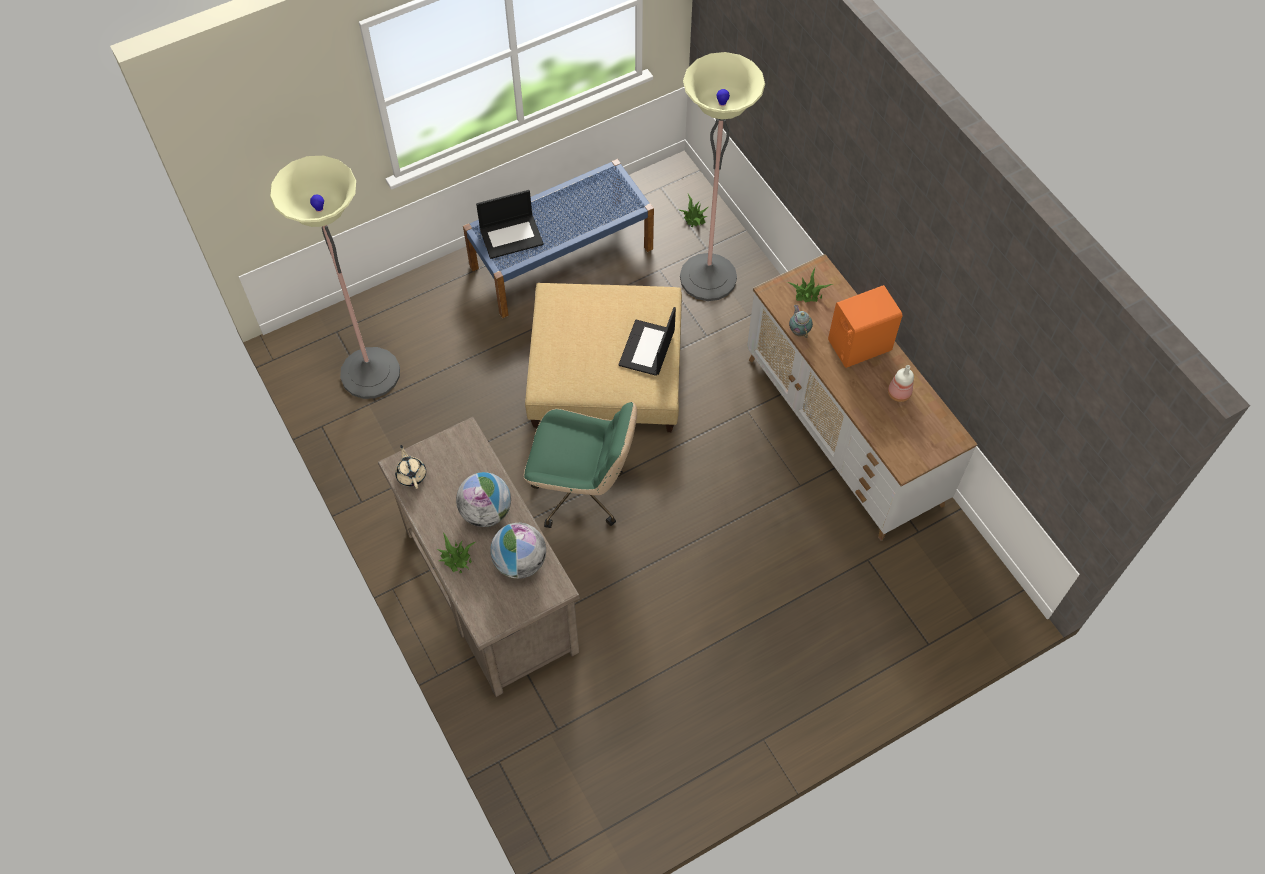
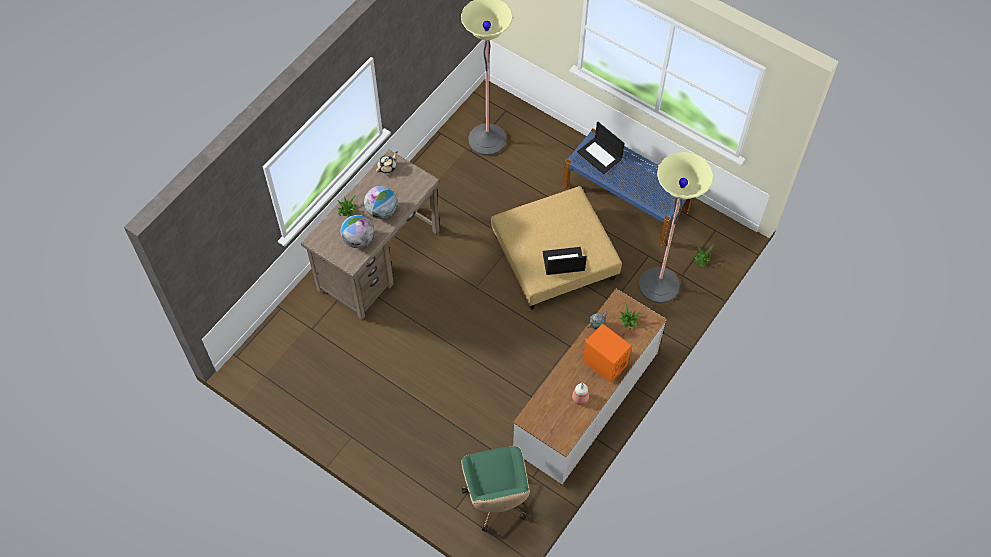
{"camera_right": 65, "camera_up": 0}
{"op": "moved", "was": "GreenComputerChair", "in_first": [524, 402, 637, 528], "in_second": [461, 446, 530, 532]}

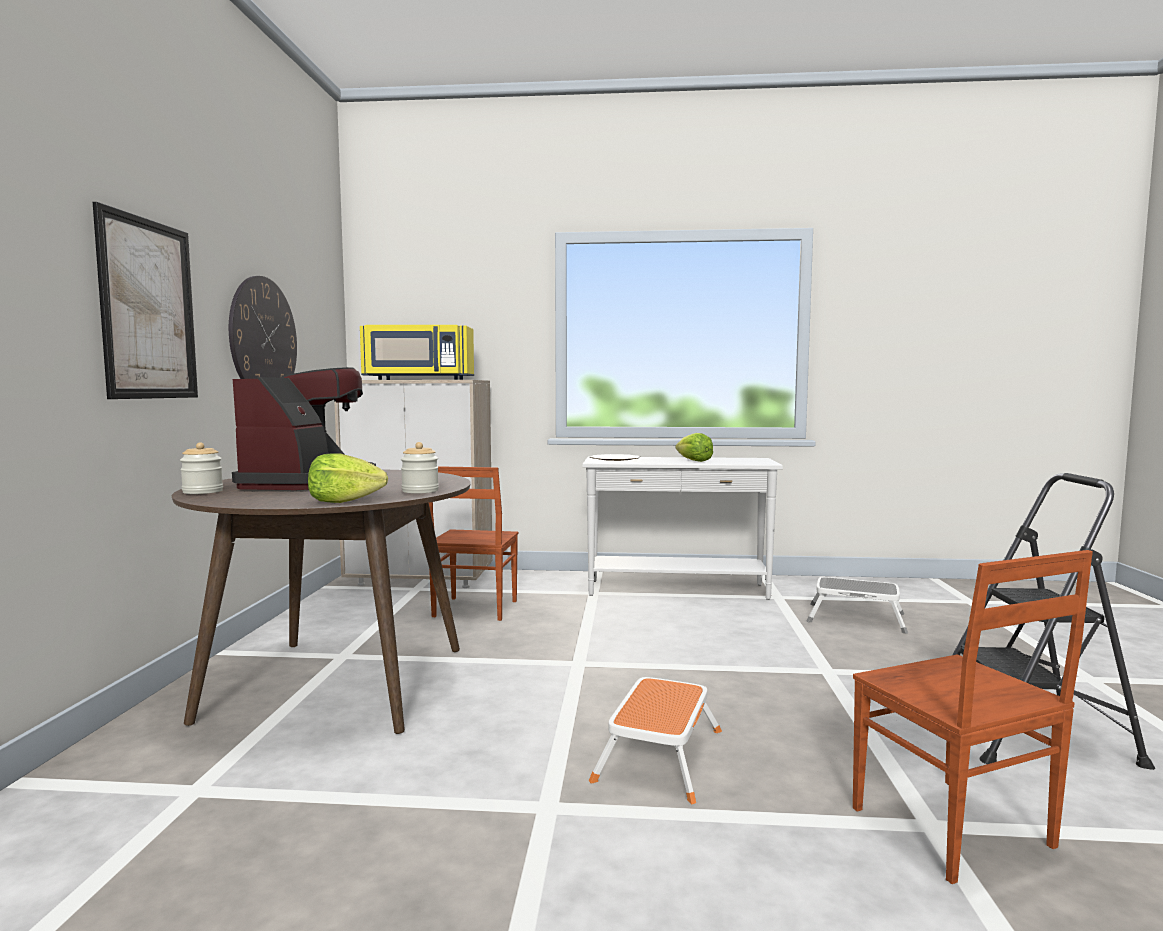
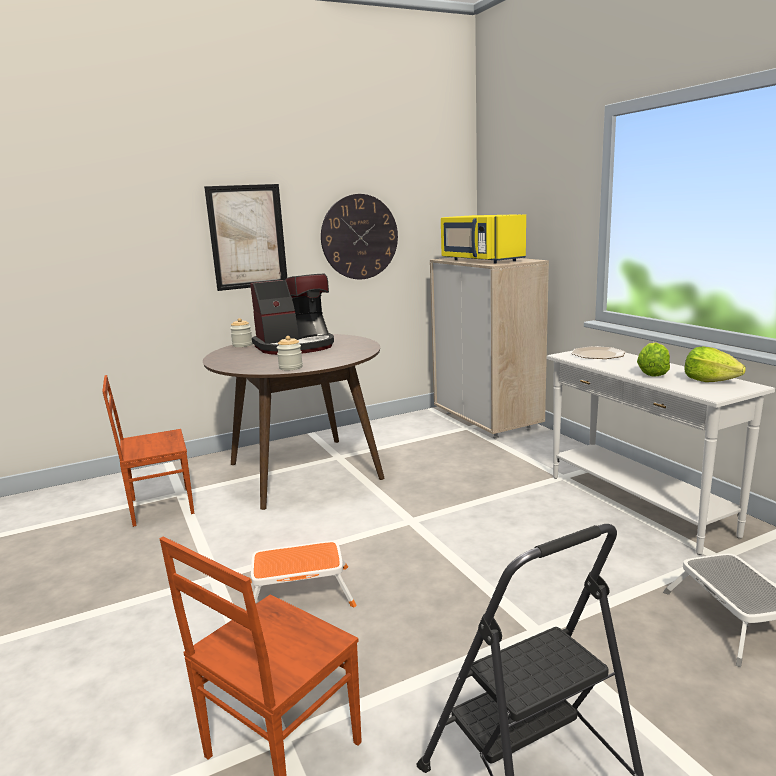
{"camera_right": 60, "camera_up": 10}
{"op": "moved", "was": "Lettuce", "in_first": [308, 453, 388, 503], "in_second": [684, 347, 746, 382]}
{"op": "moved", "was": "BrownishUprightChair", "in_first": [429, 466, 518, 621], "in_second": [102, 375, 194, 527]}

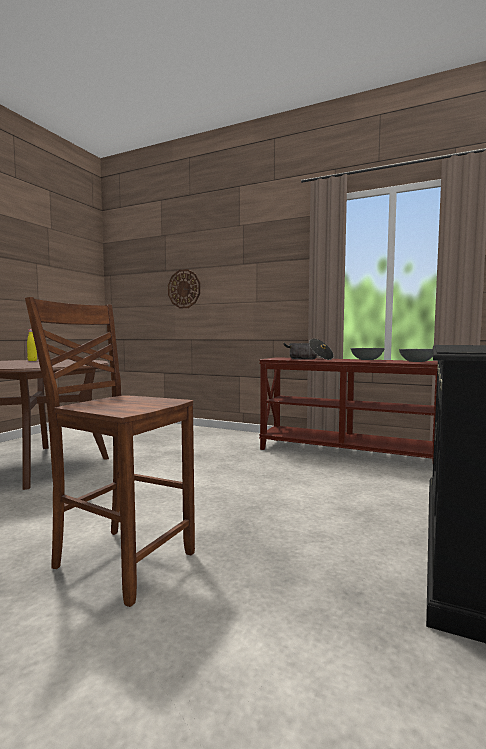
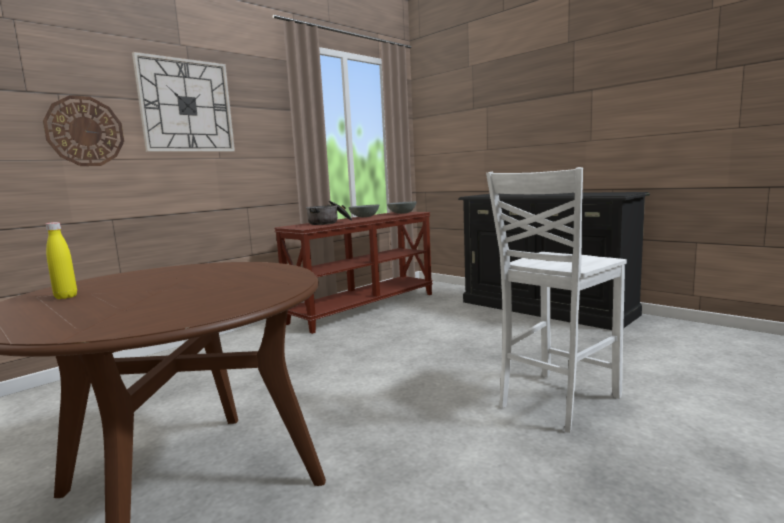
{"camera_right": -70, "camera_up": 5}
{"op": "recoloured", "was": "BrownishUprightChair", "now": "WhiteColouredUprightChair", "in_first": [25, 297, 195, 607], "in_second": [486, 167, 627, 433]}
{"op": "added", "now": "ClockOnTheWall", "in_second": [132, 52, 235, 152]}

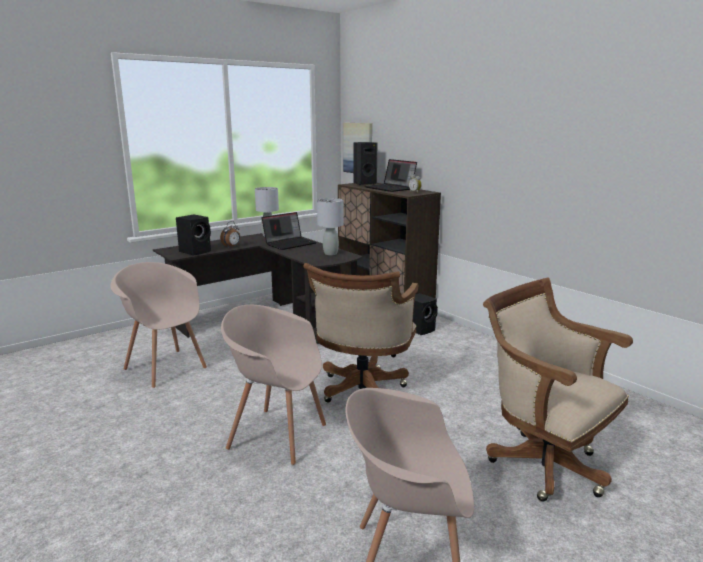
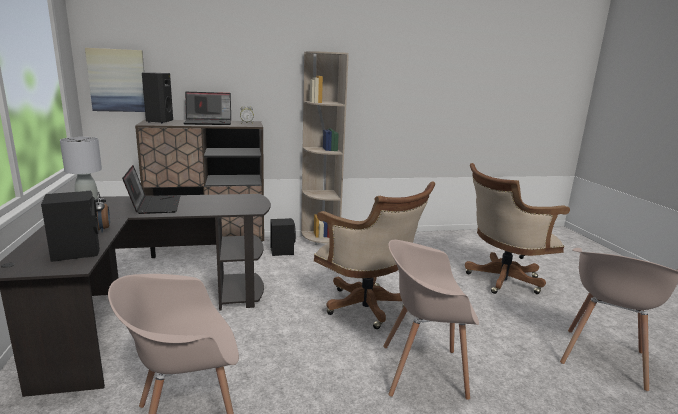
{"camera_right": -65, "camera_up": 0}
{"op": "removed", "was": "GrayTableLamp", "in_first": [317, 198, 344, 255]}
{"op": "turned", "was": "BeigeUprightChair", "in_first": [221, 305, 326, 465], "in_second": [383, 240, 479, 400], "clockwise": 45}
{"op": "added", "now": "BeigeBookcase", "in_second": [301, 51, 349, 245]}

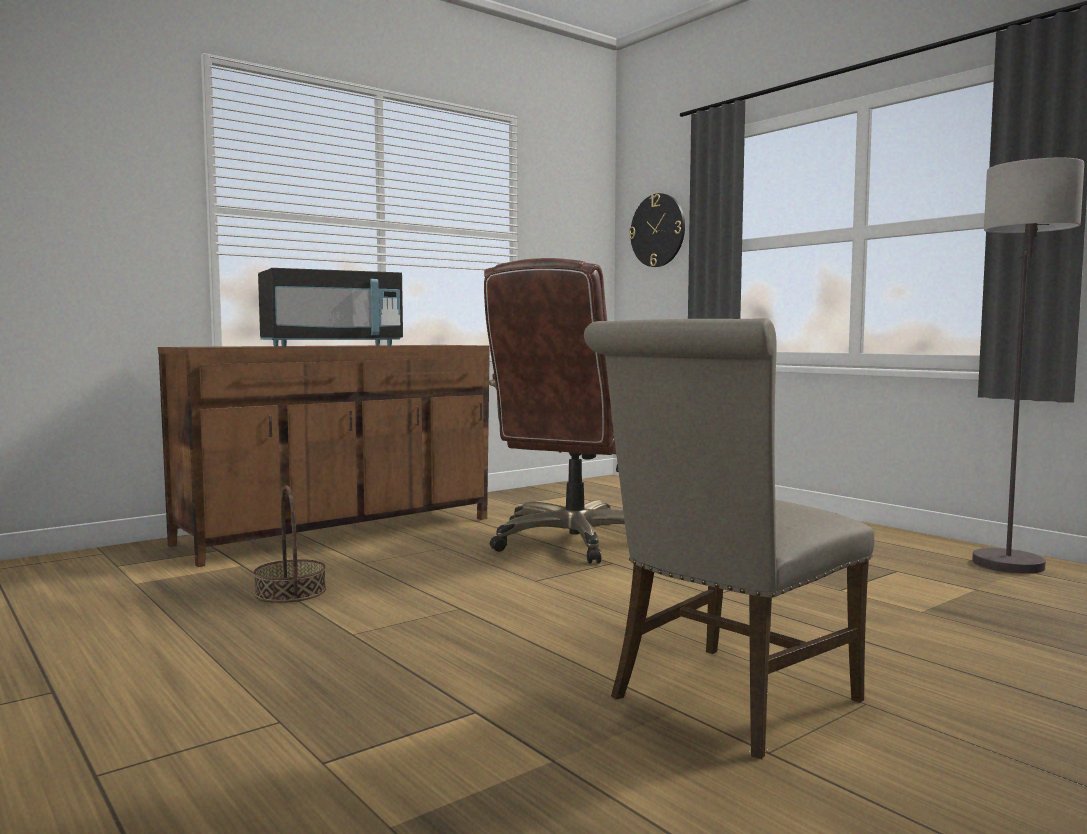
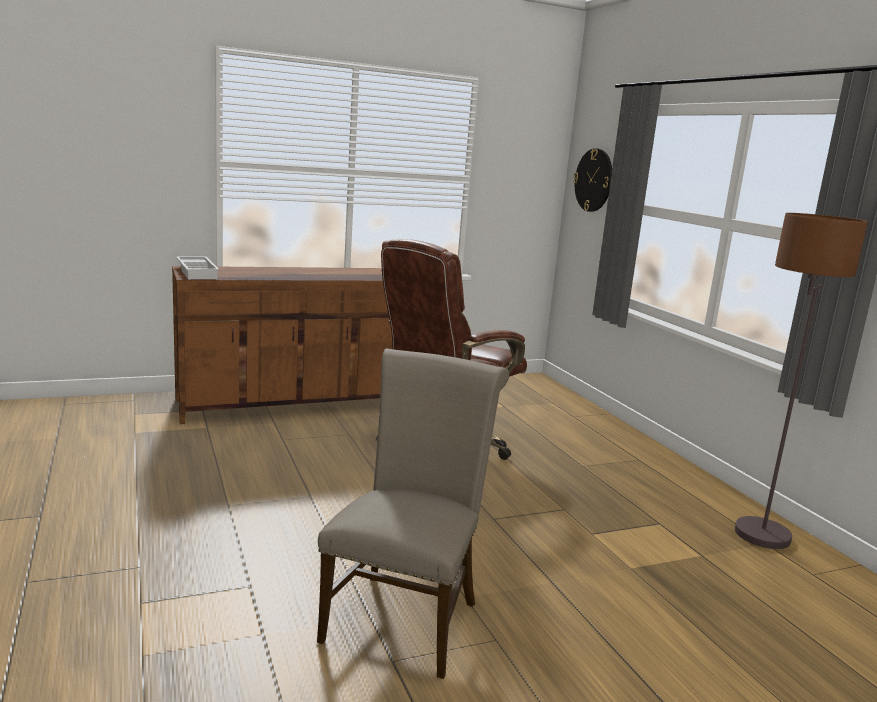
{"camera_right": 15, "camera_up": 10}
{"op": "recoloured", "was": "GrayStandardLamp", "now": "BrownishStandardLamp", "in_first": [972, 158, 1084, 574], "in_second": [735, 213, 868, 549]}
{"op": "removed", "was": "BlackishMicrowave", "in_first": [258, 268, 403, 346]}
{"op": "turned", "was": "BeigeUprightChair", "in_first": [584, 318, 875, 759], "in_second": [317, 349, 509, 679], "clockwise": 135}
{"op": "removed", "was": "Basket", "in_first": [254, 486, 326, 603]}
{"op": "added", "now": "WhiteColouredTray", "in_second": [176, 256, 219, 279]}

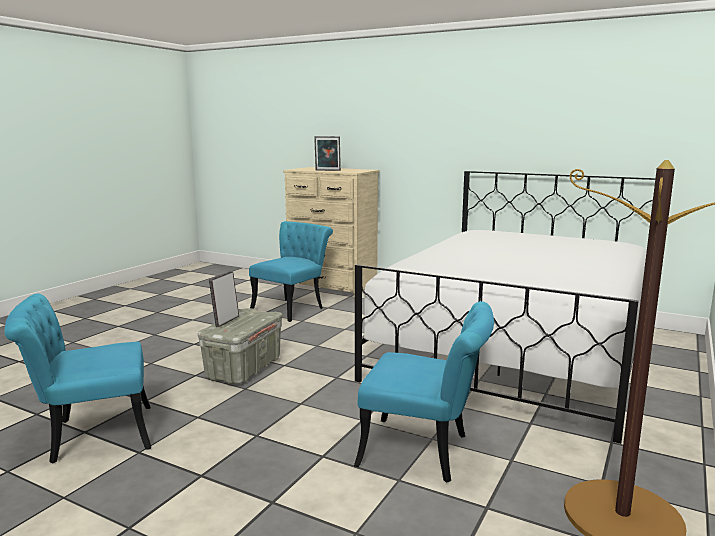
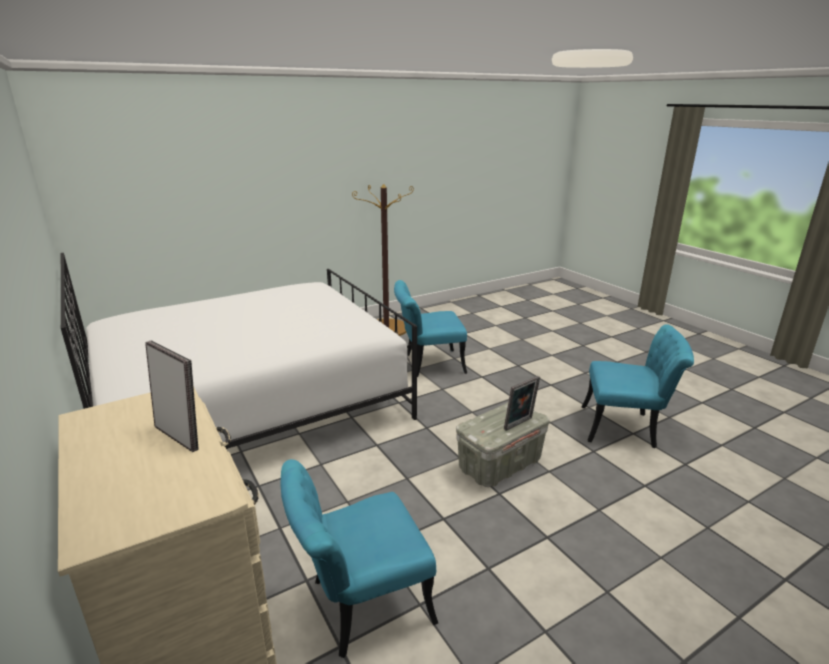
{"camera_right": -150, "camera_up": 10}
{"op": "turned", "was": "TurquoiseColouredUprightChair", "in_first": [354, 301, 494, 482], "in_second": [394, 280, 467, 377], "clockwise": -60}

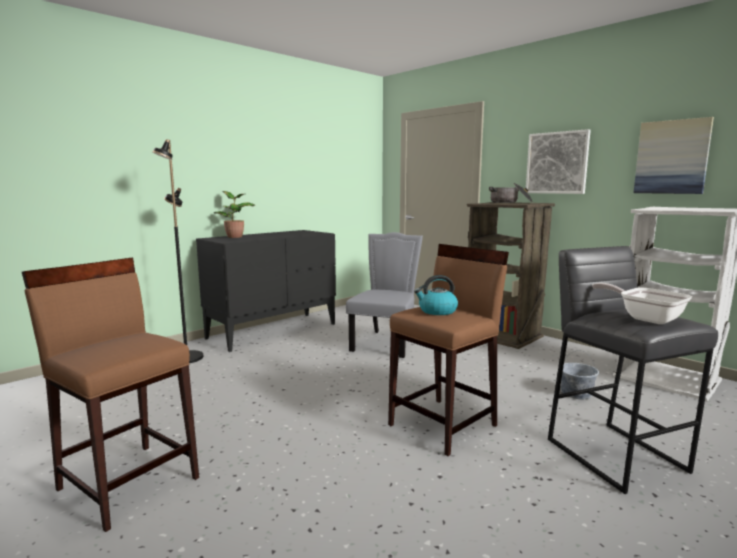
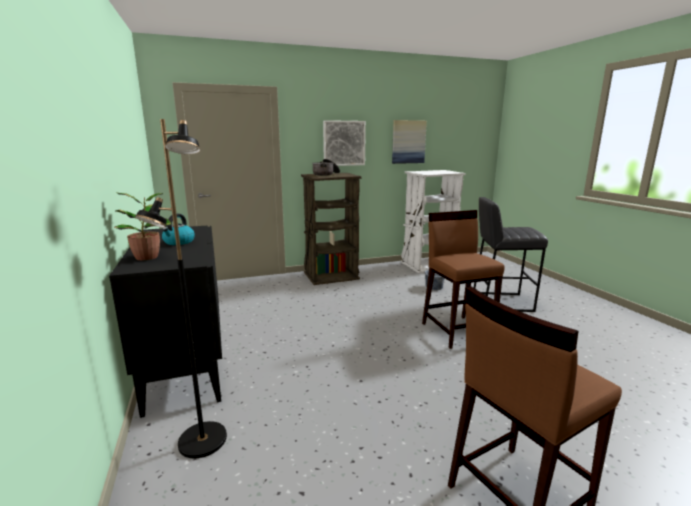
{"camera_right": -65, "camera_up": 5}
{"op": "removed", "was": "GrayUprightChair", "in_first": [346, 232, 423, 358]}
{"op": "moved", "was": "TeaKettle", "in_first": [414, 275, 458, 315], "in_second": [162, 213, 195, 245]}
{"op": "removed", "was": "FryingPan", "in_first": [592, 283, 692, 324]}

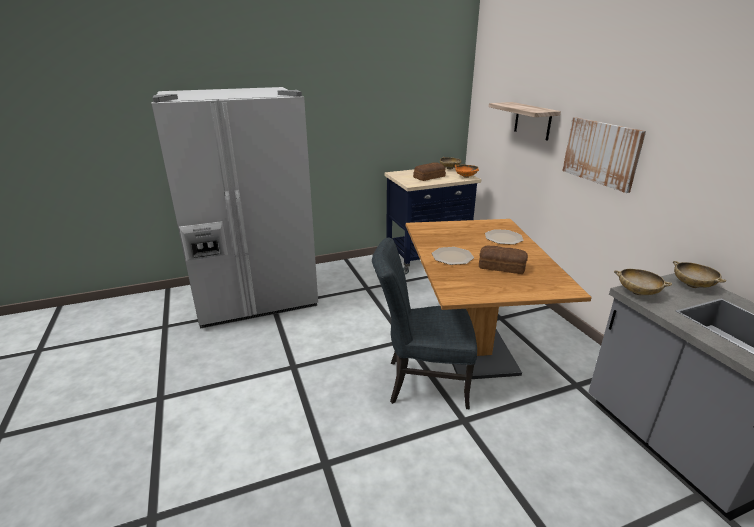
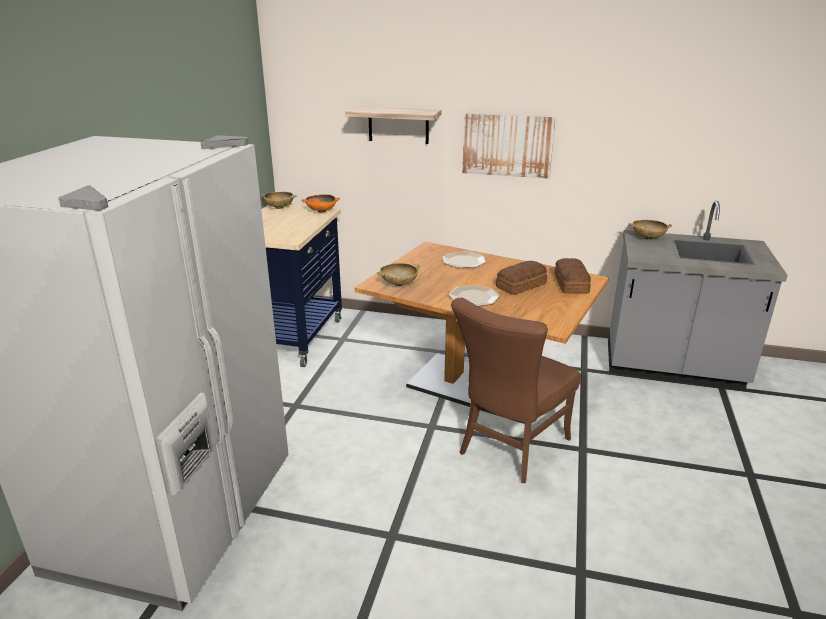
{"camera_right": -55, "camera_up": 0}
{"op": "moved", "was": "BakeryBread", "in_first": [413, 162, 446, 181], "in_second": [554, 258, 591, 294]}
{"op": "recoloured", "was": "GrayUprightChair", "now": "BrownishUprightChair", "in_first": [372, 238, 477, 409], "in_second": [451, 298, 581, 483]}
{"op": "moved", "was": "BeigeBowl", "in_first": [614, 269, 672, 295], "in_second": [377, 263, 420, 286]}

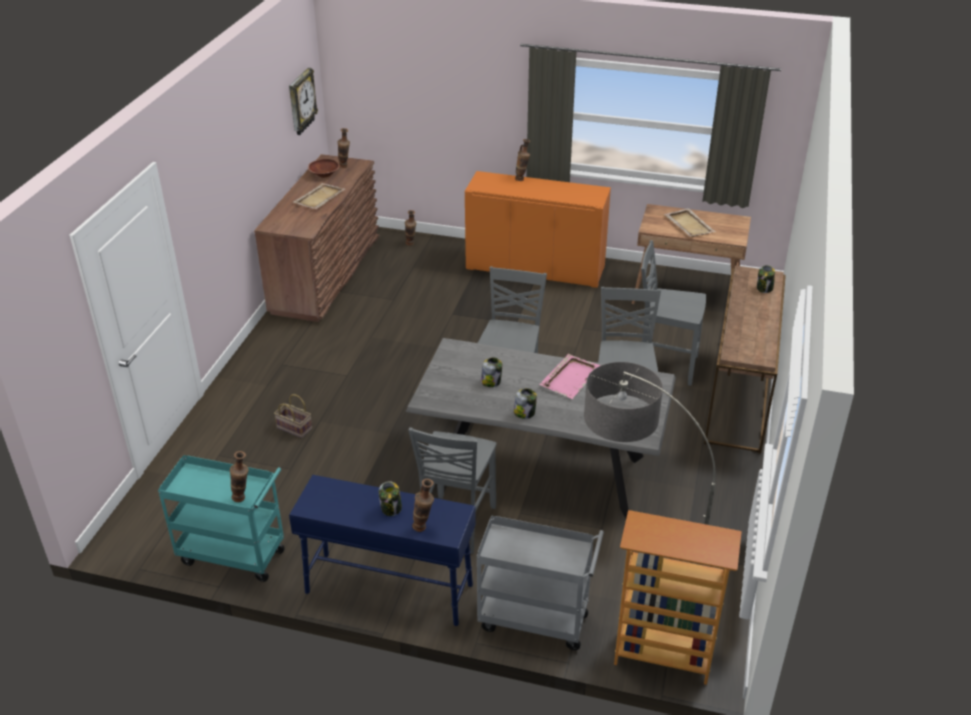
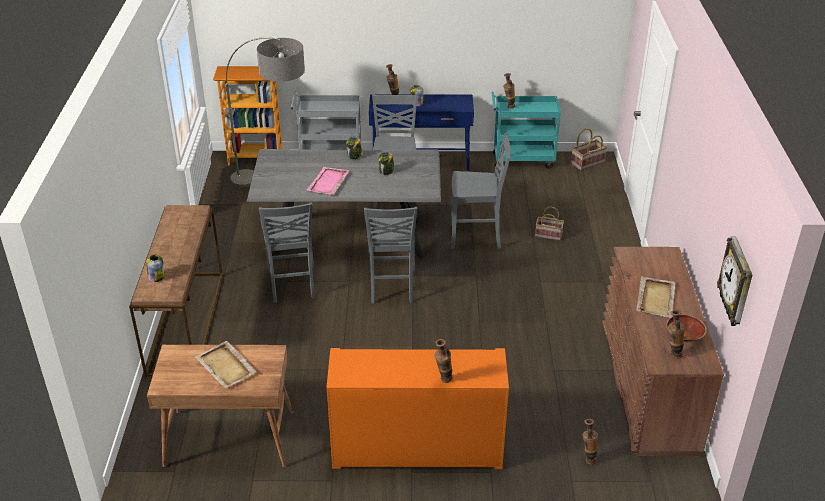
{"camera_right": 165, "camera_up": 0}
{"op": "moved", "was": "GrayUprightChair", "in_first": [641, 240, 706, 386], "in_second": [451, 133, 510, 249]}
{"op": "added", "now": "Basket", "in_second": [571, 128, 607, 171]}

